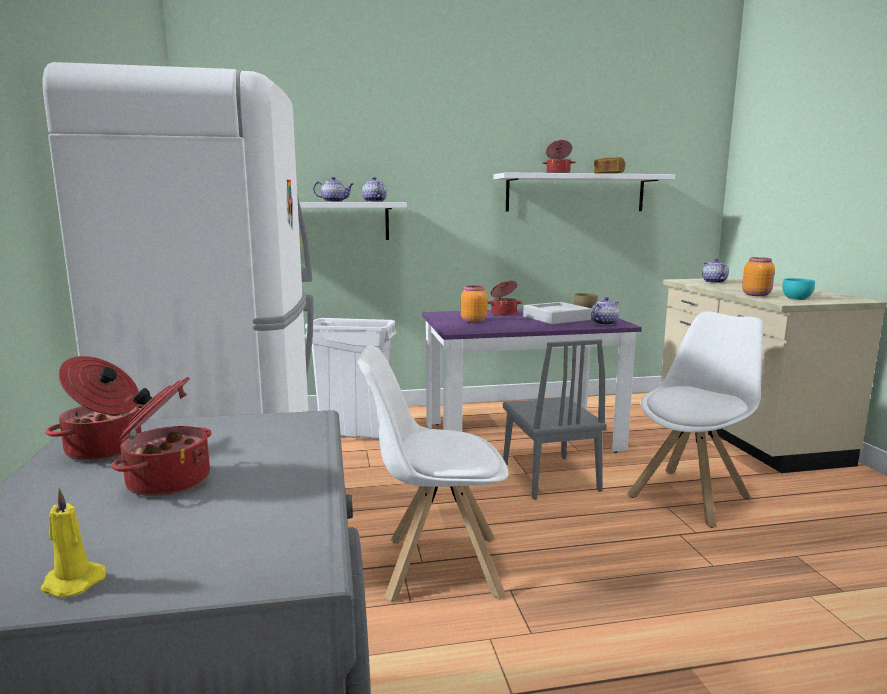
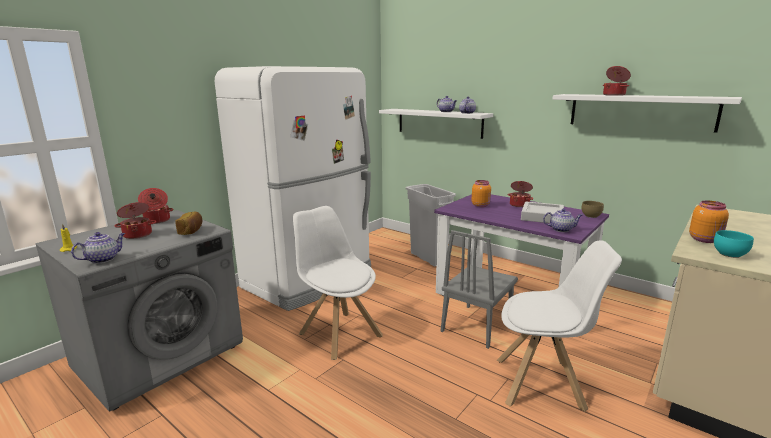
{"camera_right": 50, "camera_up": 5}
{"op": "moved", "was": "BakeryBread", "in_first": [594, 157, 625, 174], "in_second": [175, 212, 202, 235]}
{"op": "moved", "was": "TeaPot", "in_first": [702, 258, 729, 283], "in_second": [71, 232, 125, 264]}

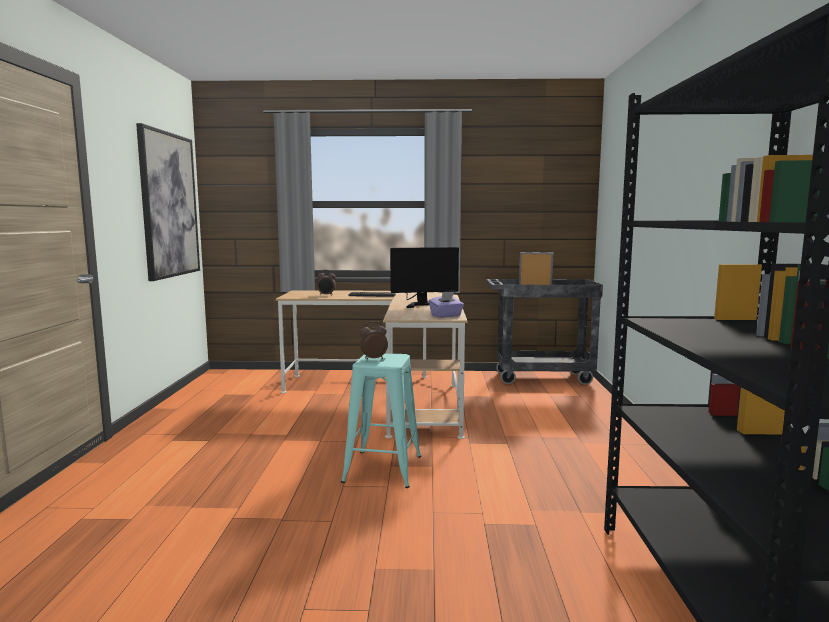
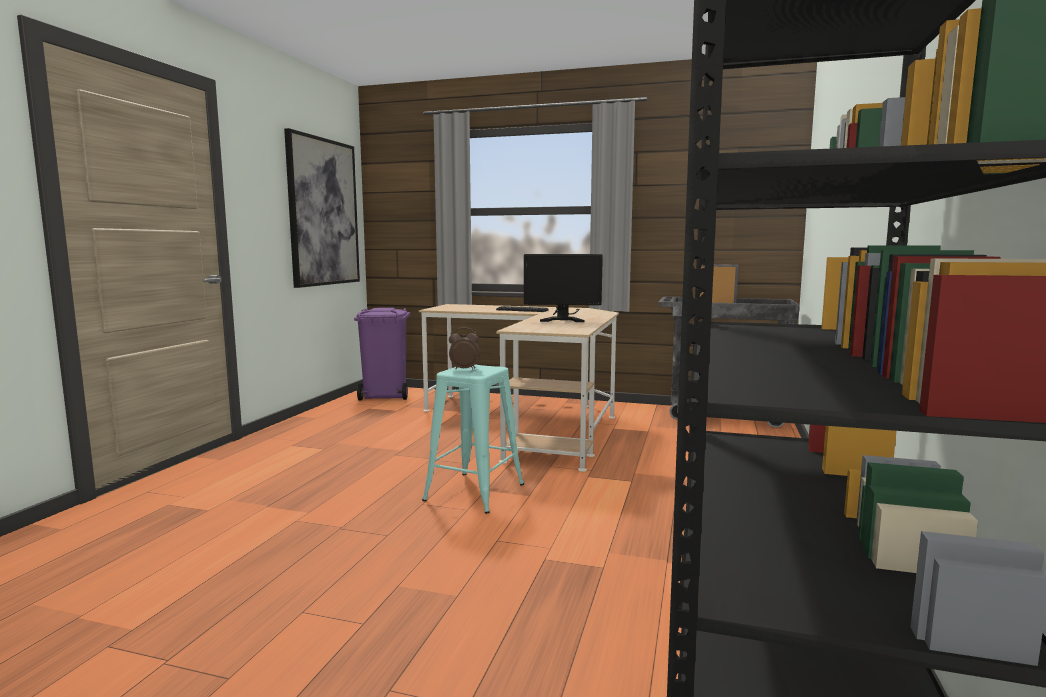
{"camera_right": 15, "camera_up": 0}
{"op": "removed", "was": "BedsideClock", "in_first": [317, 270, 336, 296]}
{"op": "removed", "was": "PurplishTissueHolder", "in_first": [429, 292, 464, 318]}
{"op": "added", "now": "PurplishRubbishBin", "in_second": [354, 308, 410, 401]}

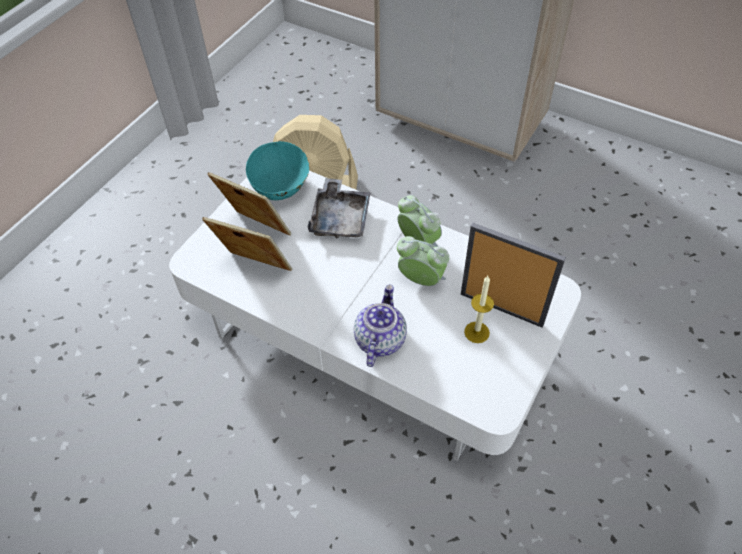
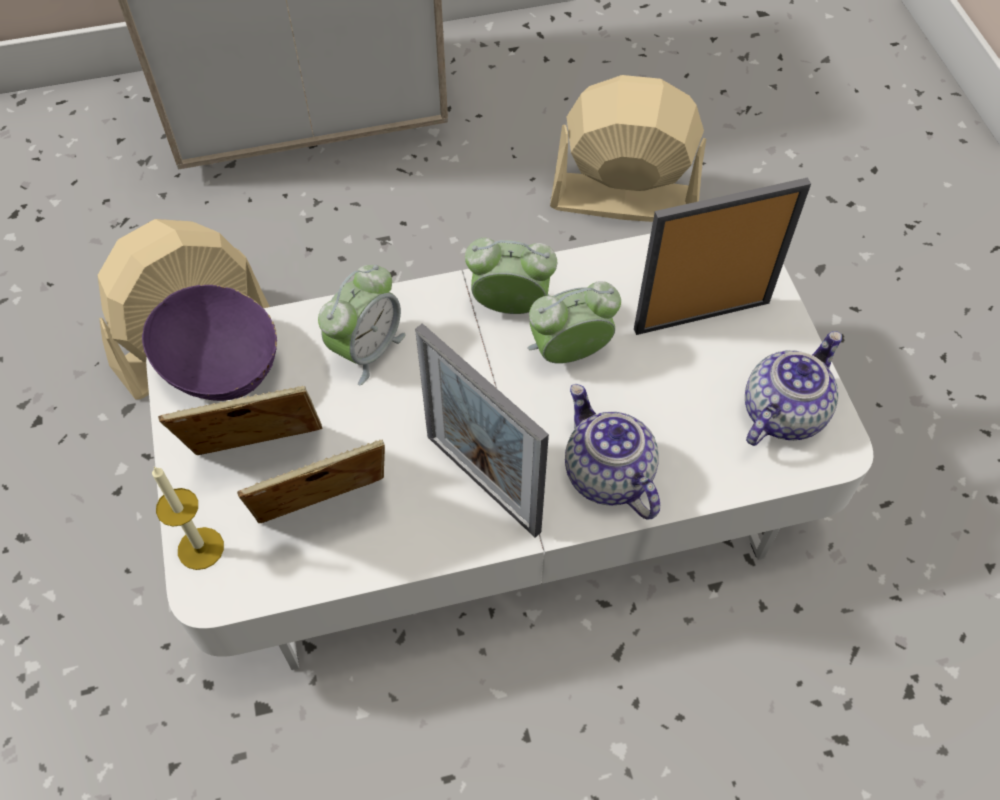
{"camera_right": -45, "camera_up": 5}
{"op": "recoloured", "was": "TurquoiseColouredBowl", "now": "PurplishBowl", "in_first": [246, 141, 309, 200], "in_second": [142, 284, 277, 401]}
{"op": "replaced", "was": "GrayTray", "now": "BedsideClock", "in_first": [307, 178, 371, 239], "in_second": [318, 265, 406, 385]}
{"op": "moved", "was": "WaxLight", "in_first": [464, 276, 494, 343], "in_second": [152, 466, 224, 570]}
{"op": "added", "now": "BeigeElectricFan", "in_second": [550, 75, 706, 222]}
{"op": "added", "now": "PhotoFrame", "in_second": [415, 323, 549, 538]}
{"op": "added", "now": "TeaPot", "in_second": [745, 331, 842, 446]}

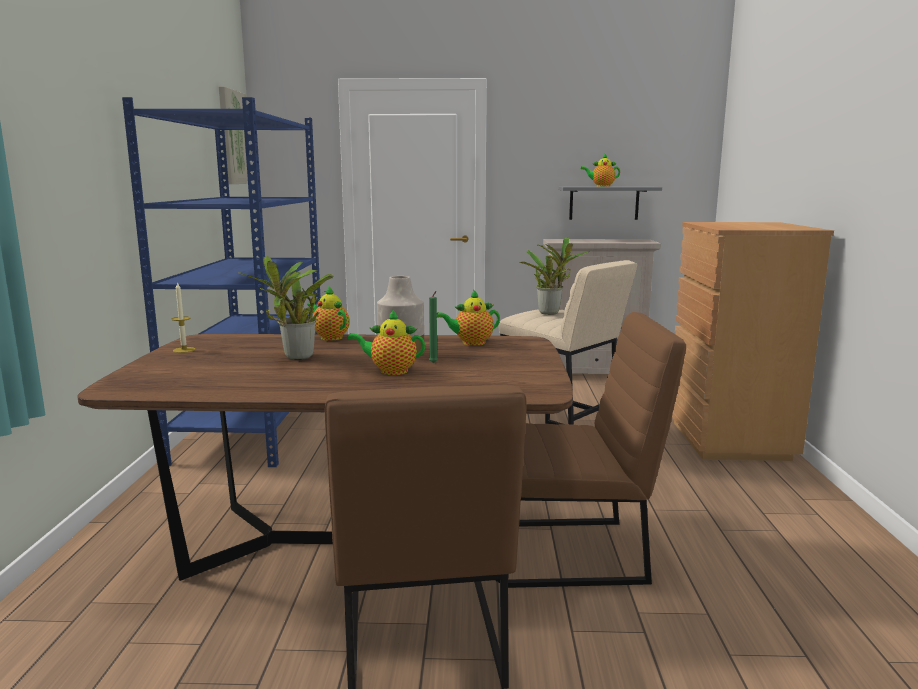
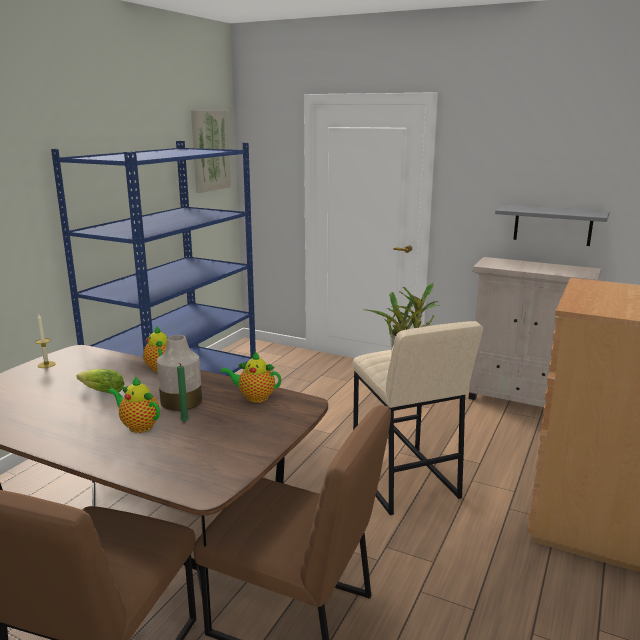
{"camera_right": 25, "camera_up": 5}
{"op": "removed", "was": "TeaPot", "in_first": [580, 153, 620, 187]}
{"op": "replaced", "was": "Houseplant", "now": "Lettuce", "in_first": [238, 256, 334, 360], "in_second": [76, 369, 124, 394]}

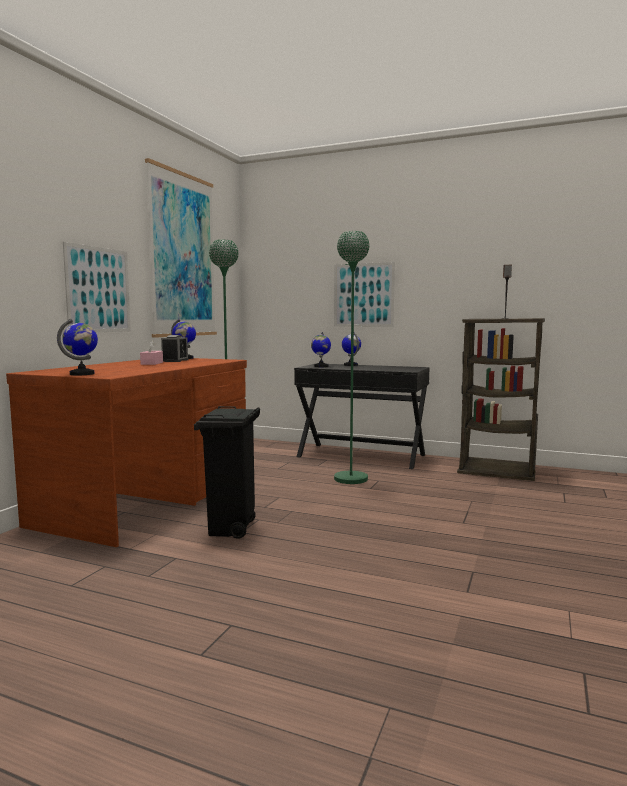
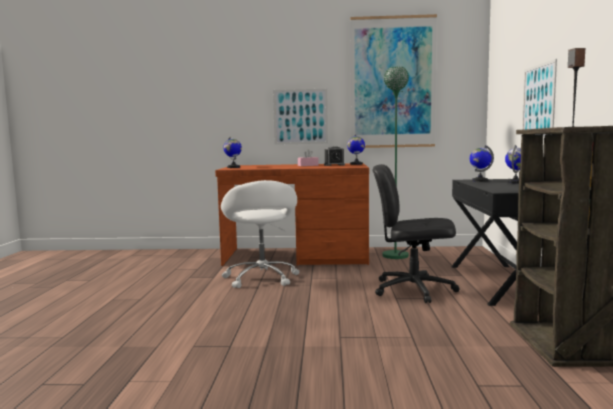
{"camera_right": 70, "camera_up": 0}
{"op": "replaced", "was": "GreenStandardLamp", "now": "BlackishComputerChair", "in_first": [334, 231, 369, 484], "in_second": [373, 164, 460, 303]}
{"op": "replaced", "was": "BlackishRubbishBin", "now": "WhiteColouredComputerChair", "in_first": [194, 406, 260, 539], "in_second": [221, 180, 299, 288]}

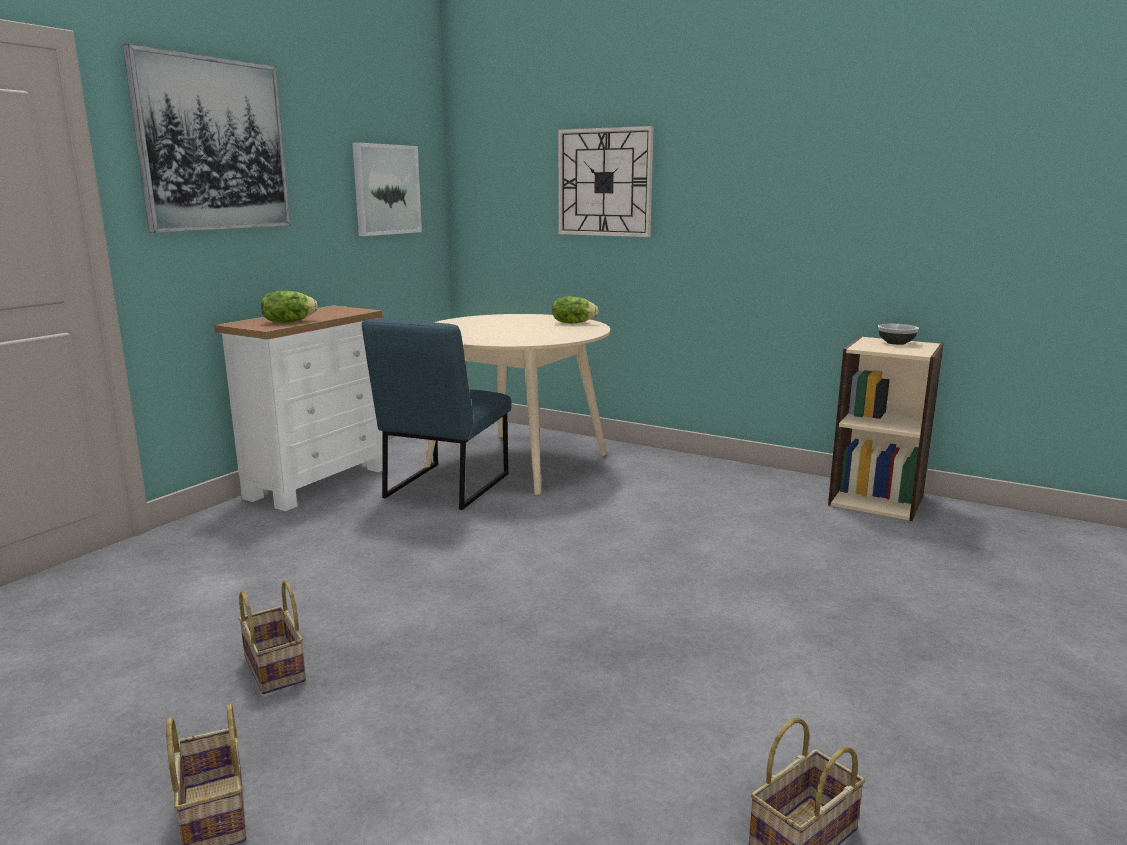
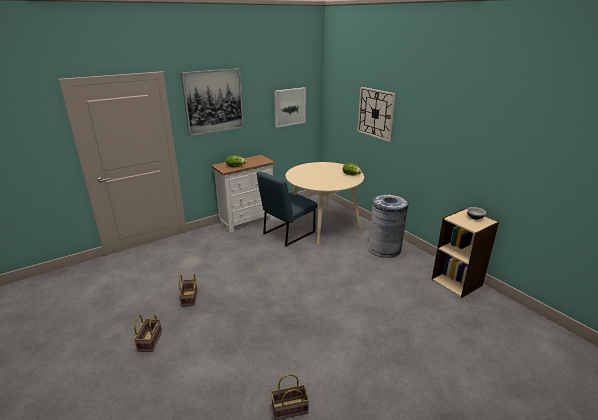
{"camera_right": 25, "camera_up": 10}
{"op": "added", "now": "GrayRubbishBin", "in_second": [368, 195, 409, 258]}

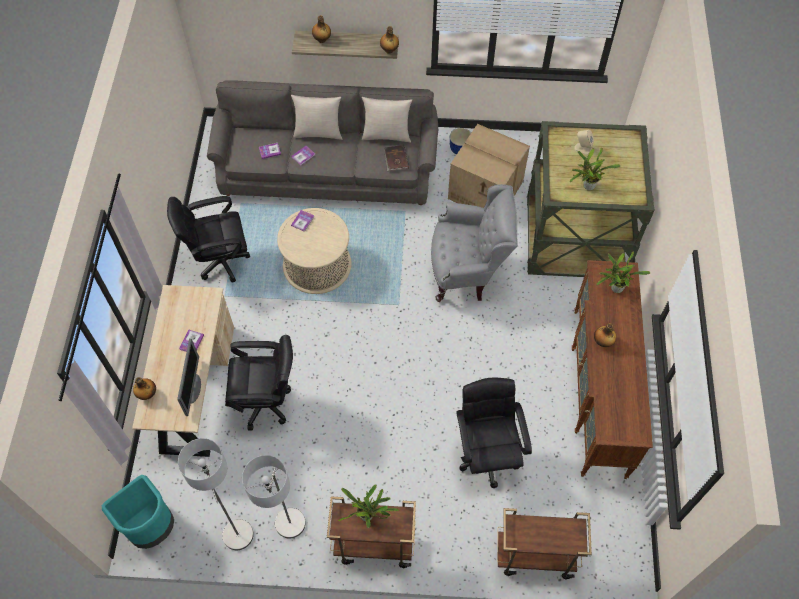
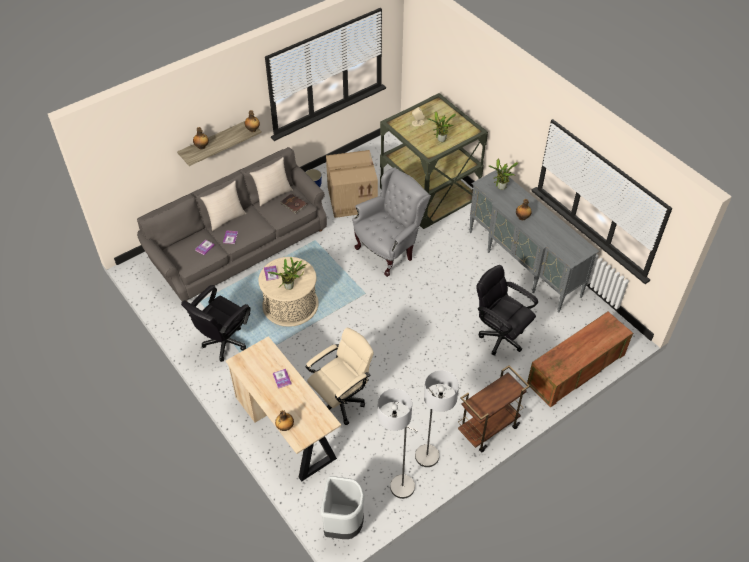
{"camera_right": -40, "camera_up": -10}
{"op": "recoloured", "was": "BrownishCabinet", "now": "GrayCabinet", "in_first": [572, 260, 653, 479], "in_second": [469, 169, 599, 313]}
{"op": "recoloured", "was": "BlackishComputerChair", "now": "BeigeComputerChair", "in_first": [225, 335, 293, 431], "in_second": [306, 328, 374, 425]}
{"op": "removed", "was": "ComputerScreen", "in_first": [177, 339, 201, 416]}
{"op": "recoloured", "was": "TurquoiseColouredRubbishBin", "now": "GrayRubbishBin", "in_first": [102, 475, 174, 549], "in_second": [320, 476, 365, 539]}
{"op": "moved", "was": "Houseplant", "in_first": [338, 485, 399, 528], "in_second": [268, 257, 307, 290]}
{"op": "replaced", "was": "BrownishWheeledCart", "now": "BrownishIndoorBench", "in_first": [497, 508, 592, 580], "in_second": [527, 312, 633, 407]}

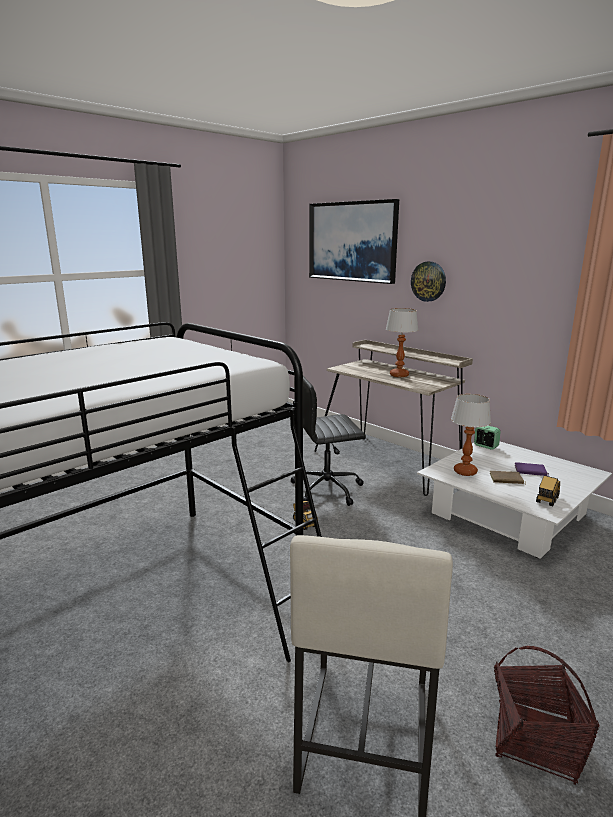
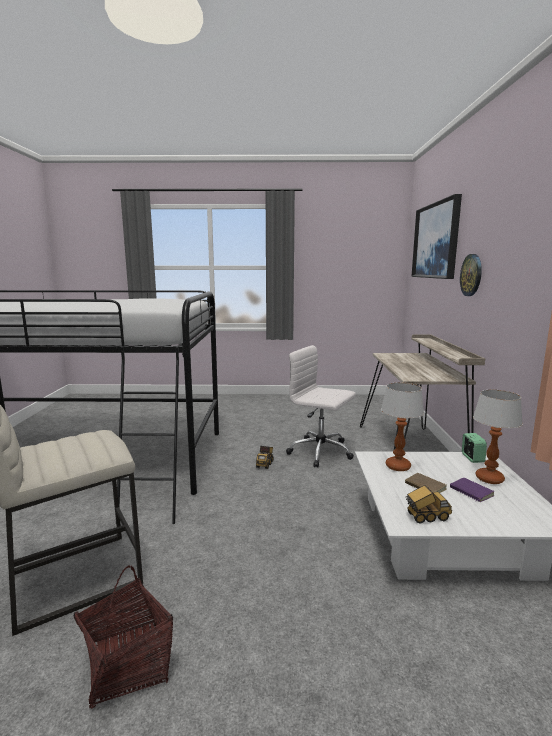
{"camera_right": 45, "camera_up": -5}
{"op": "moved", "was": "TableLamp", "in_first": [386, 308, 418, 377], "in_second": [473, 390, 523, 484]}
{"op": "recoloured", "was": "BlackishComputerChair", "now": "WhiteColouredComputerChair", "in_first": [291, 376, 366, 506], "in_second": [286, 345, 356, 468]}

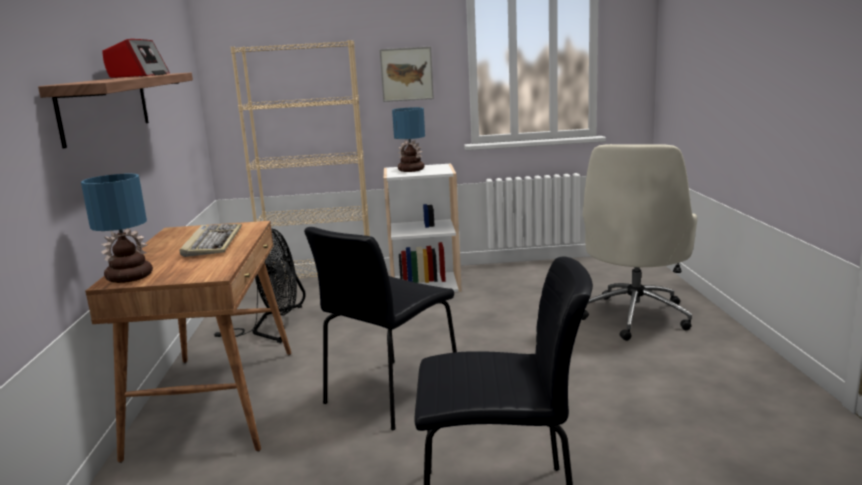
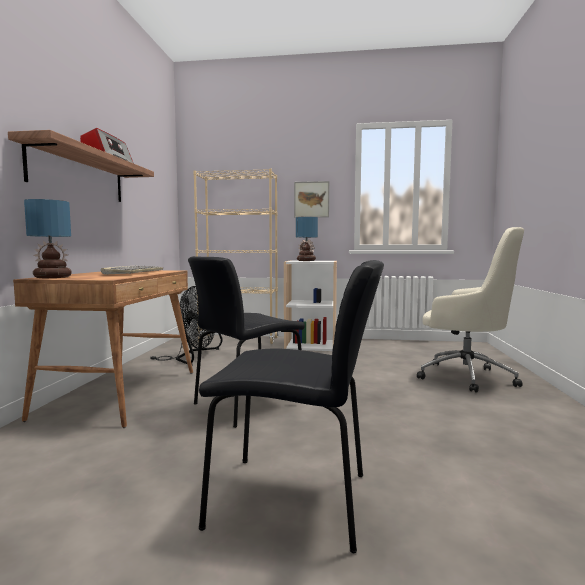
{"camera_right": 10, "camera_up": -10}
{"op": "turned", "was": "BeigeComputerChair", "in_first": [581, 144, 697, 341], "in_second": [417, 227, 524, 393], "clockwise": -90}

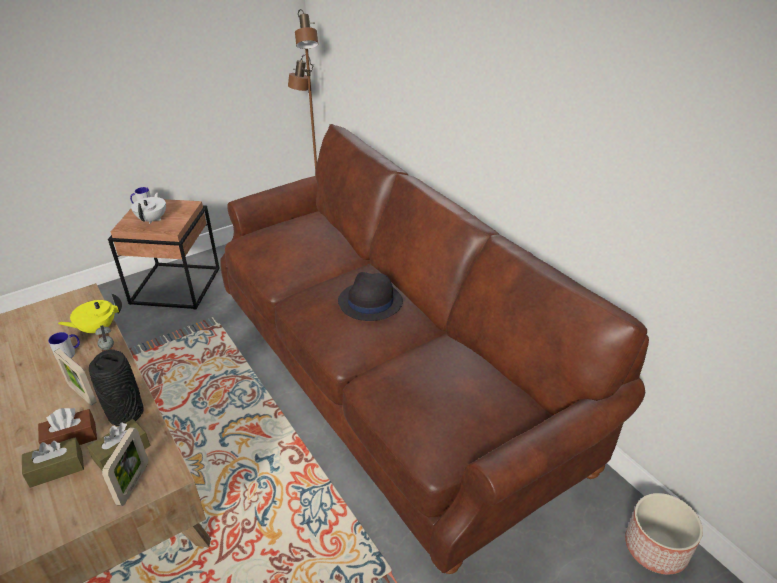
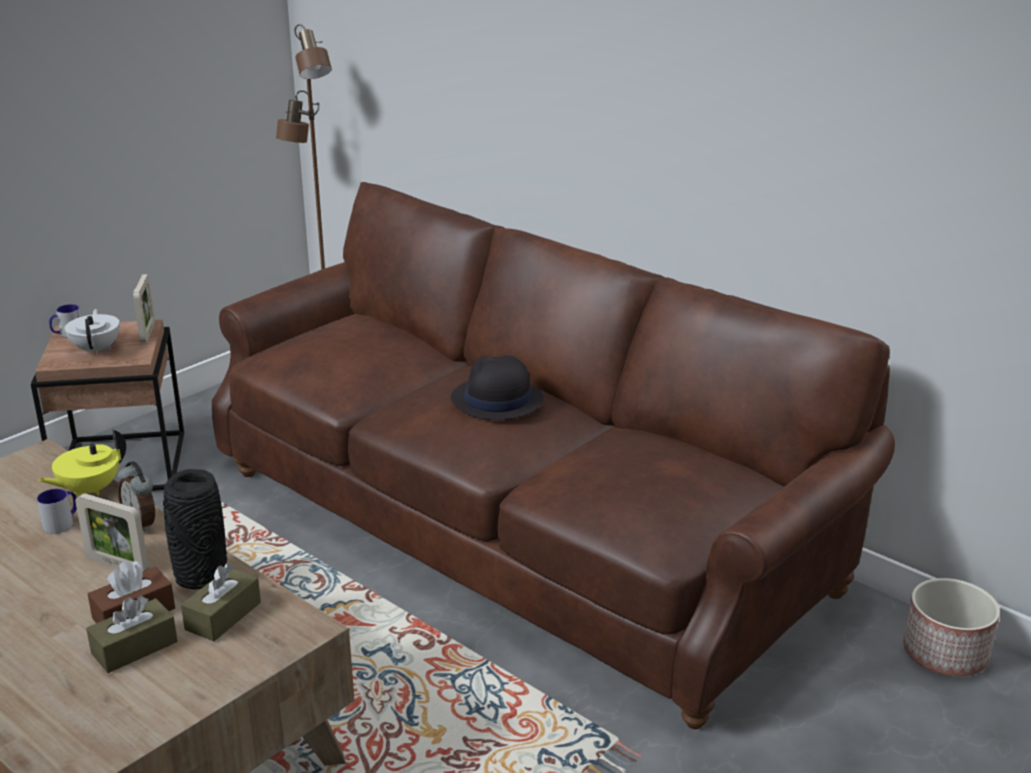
{"camera_right": -15, "camera_up": -10}
{"op": "moved", "was": "PhotoFrame", "in_first": [102, 427, 148, 506], "in_second": [133, 274, 155, 343]}

